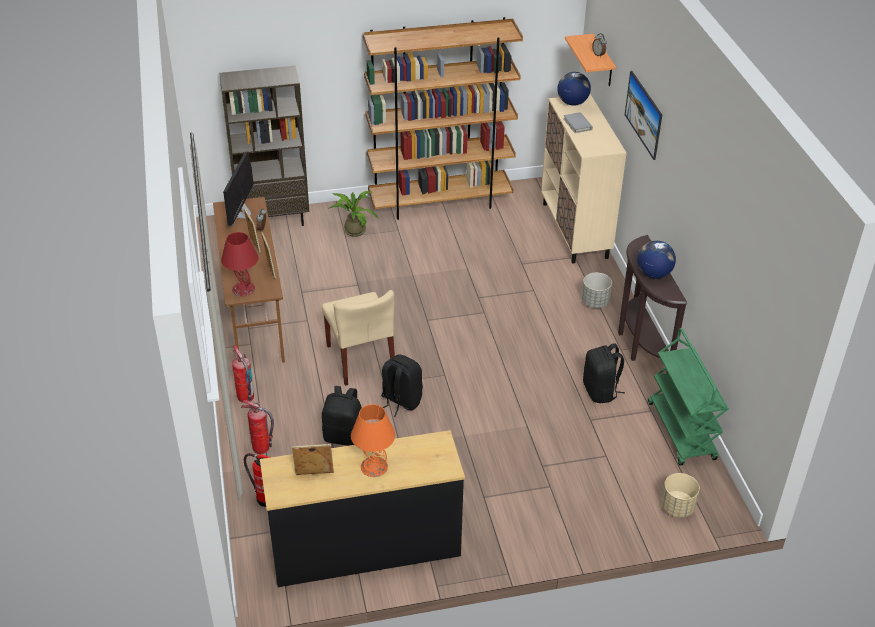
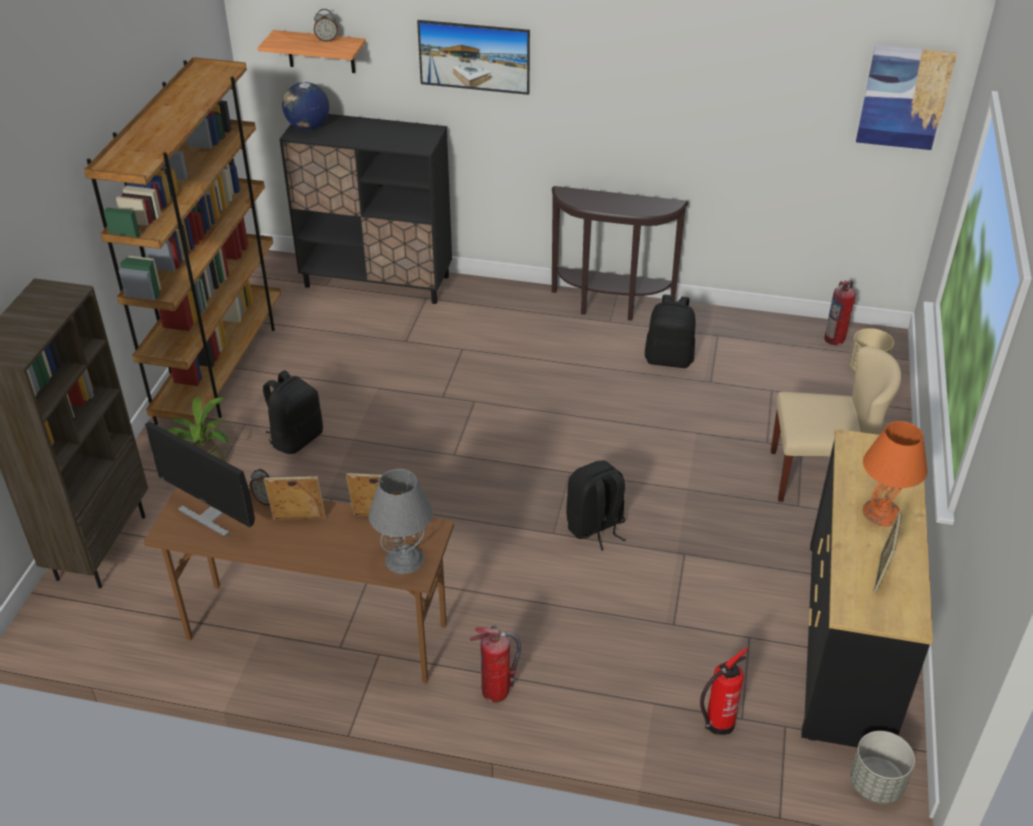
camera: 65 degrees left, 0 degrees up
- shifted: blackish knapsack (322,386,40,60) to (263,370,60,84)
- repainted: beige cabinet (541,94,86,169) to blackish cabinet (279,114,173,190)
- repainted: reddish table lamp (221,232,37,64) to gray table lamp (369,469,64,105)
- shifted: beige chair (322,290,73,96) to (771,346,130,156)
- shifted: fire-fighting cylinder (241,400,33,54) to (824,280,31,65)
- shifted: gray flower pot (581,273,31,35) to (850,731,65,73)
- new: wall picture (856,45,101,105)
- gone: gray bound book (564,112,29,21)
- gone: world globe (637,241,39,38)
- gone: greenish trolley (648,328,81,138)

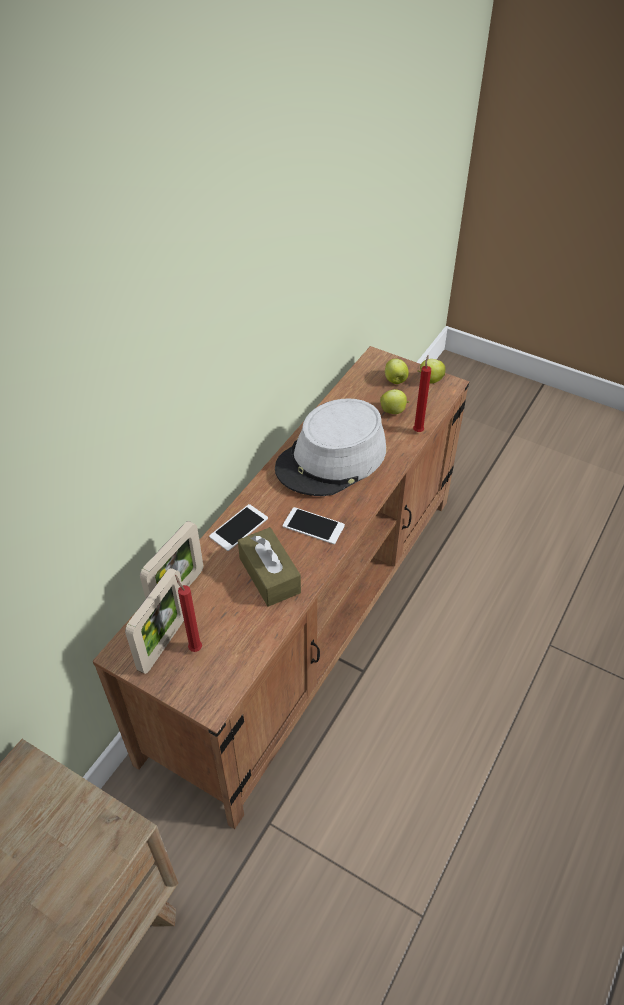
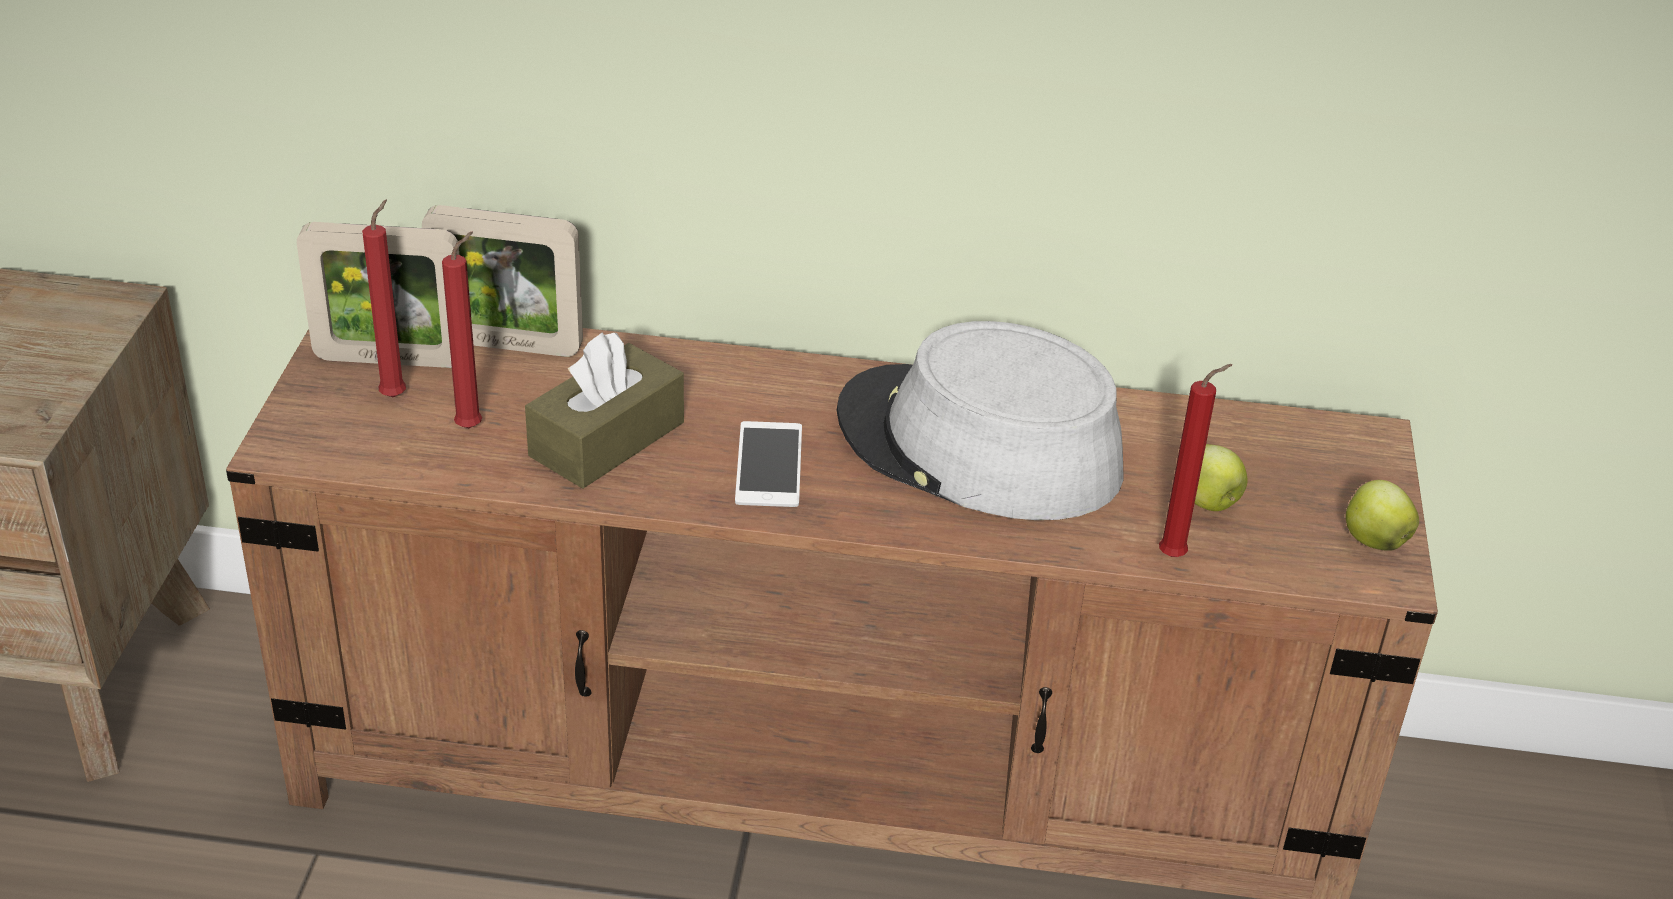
camera: 65 degrees right, 10 degrees down
- new: reddish candle (442,232,40,196)
- gone: handset (209,504,59,47)
- gone: apple (385,359,24,25)

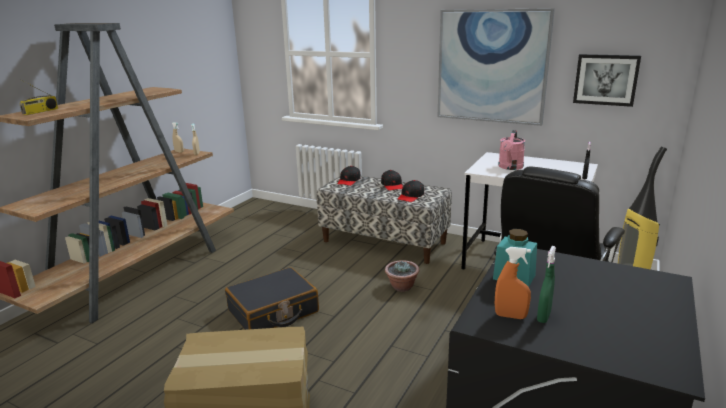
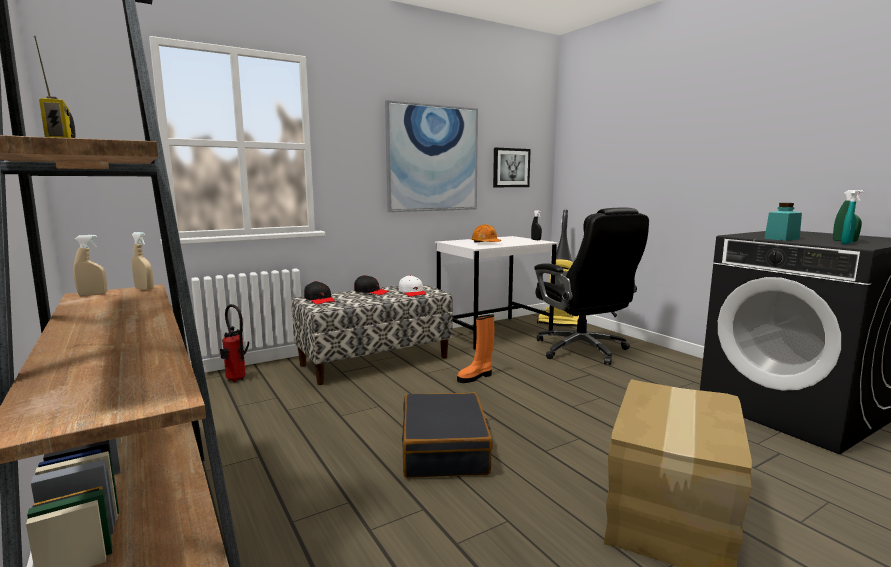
camera: 60 degrees left, 10 degrees down
- new: fire-fighting cylinder (220,304,29,78)
- repainted: blackish peaked cap (398,180,26,22) to whitish peaked cap (399,275,27,22)
- swapped: houseplant (385,260,34,32) to orange-coloured boot (457,314,37,69)
- swapped: pink-coloured sprinkling can (498,130,27,40) to orange-coloured work helmet (471,224,30,18)
- repainted: orange-coloured sprayer (495,247,36,72) to turquoise-coloured sprayer (841,190,17,54)

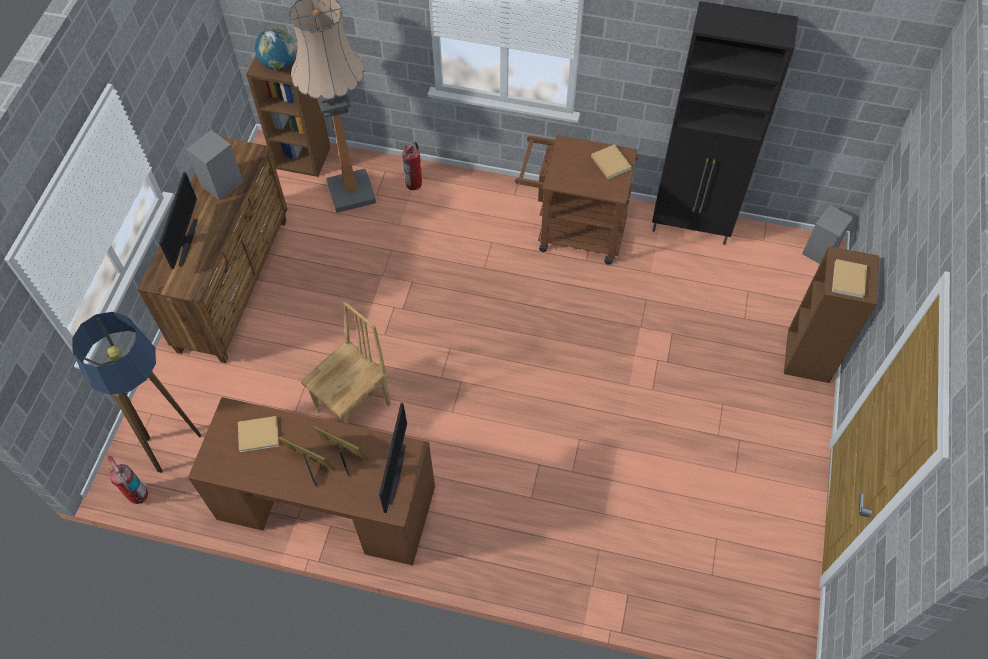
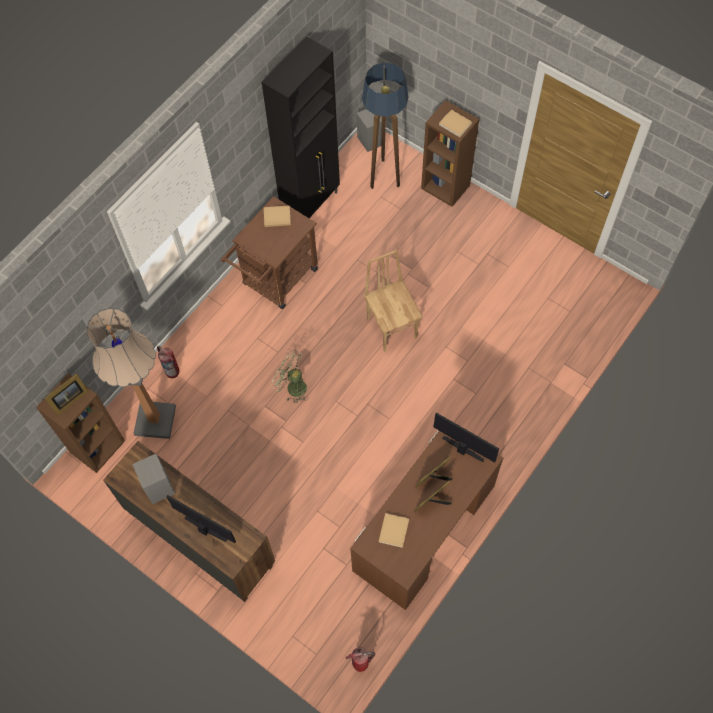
camera: 65 degrees left, 5 degrees up
- swapped: world globe (255,28,41,42) to picture frame (45,373,43,42)
- new: greenish cooling fan (271,350,37,53)
- shifted: standing lamp (73,312,129,161) to (362,63,47,126)
- shifted: brown chair (300,301,90,124) to (364,250,59,102)

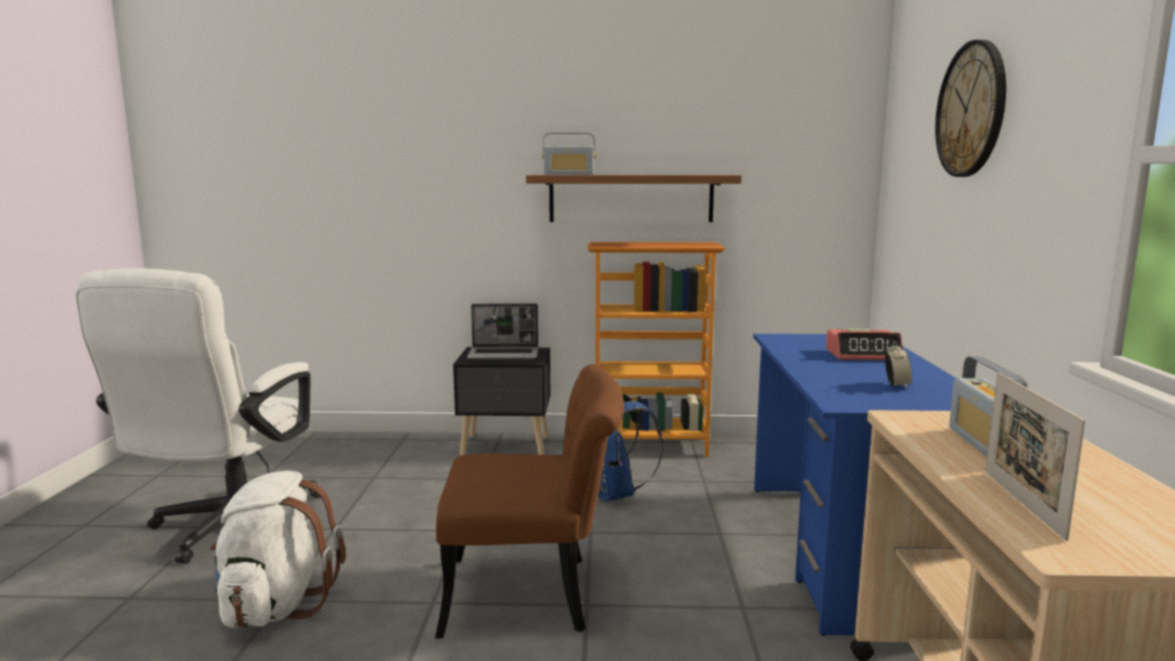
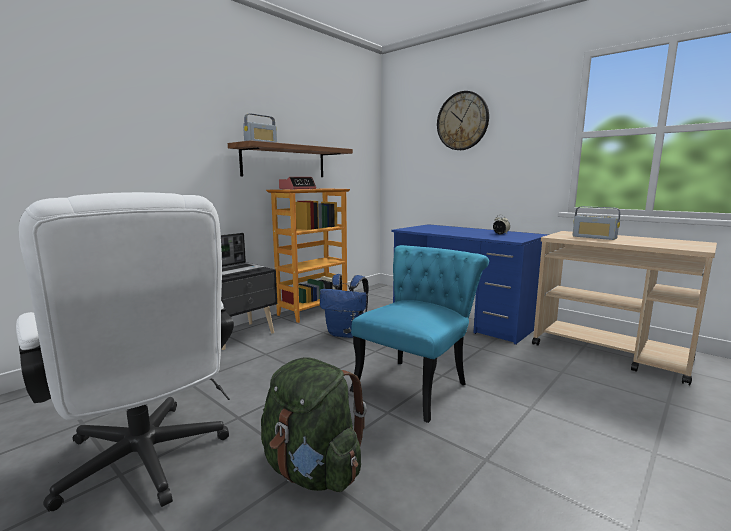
camera: 50 degrees left, 0 degrees up
- repainted: whitish knapsack (209,470,137,158) to greenish knapsack (261,357,106,135)
- shifted: table clock (826,329,77,31) to (279,177,37,13)
- repainted: brown chair (435,364,189,275) to turquoise-coloured chair (350,245,139,178)
- gone: picture frame (985,372,101,169)

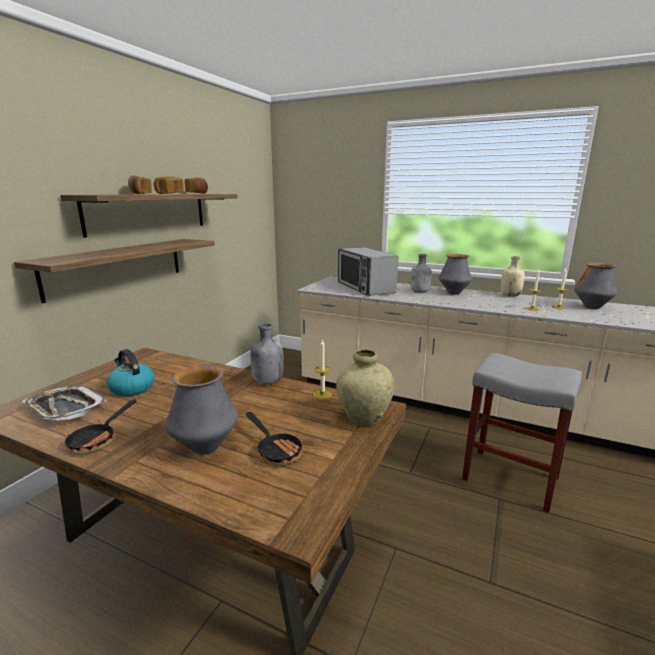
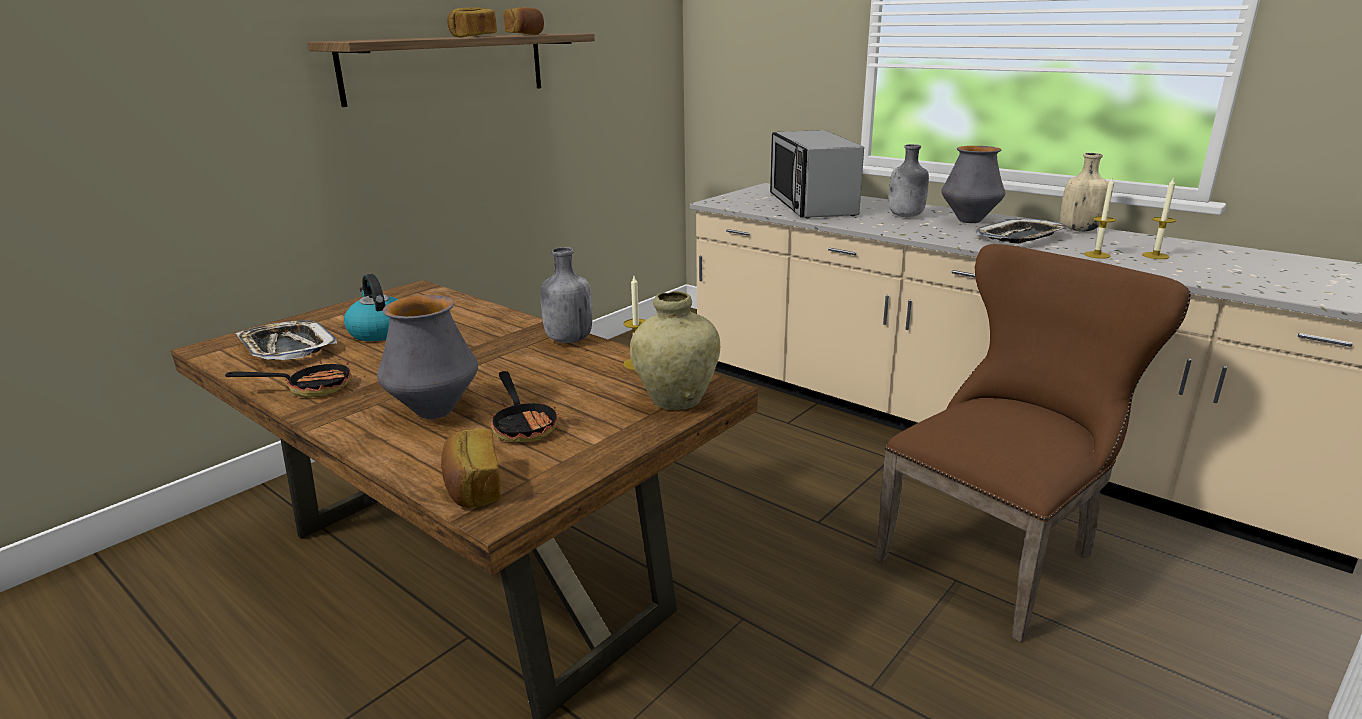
camera: 15 degrees right, 5 degrees up
- rotated: pan (64,399,73,56) = (225,359,127,39) 135 degrees counterclockwise
- shifted: bread (128,176,24,18) to (441,428,60,80)
- swapped: gray stool seat (462,353,120,160) to brown chair (874,244,317,398)
- new: tray (976,218,92,25)
- gone: shelf (14,239,201,64)
- gone: vase (574,263,44,46)

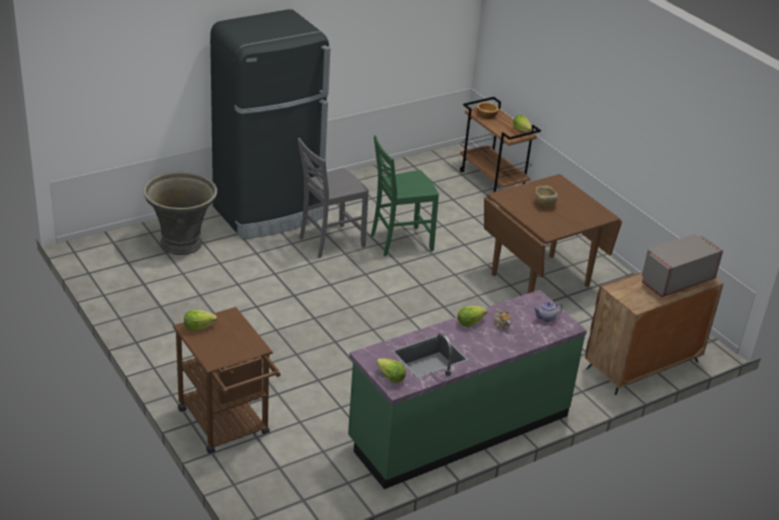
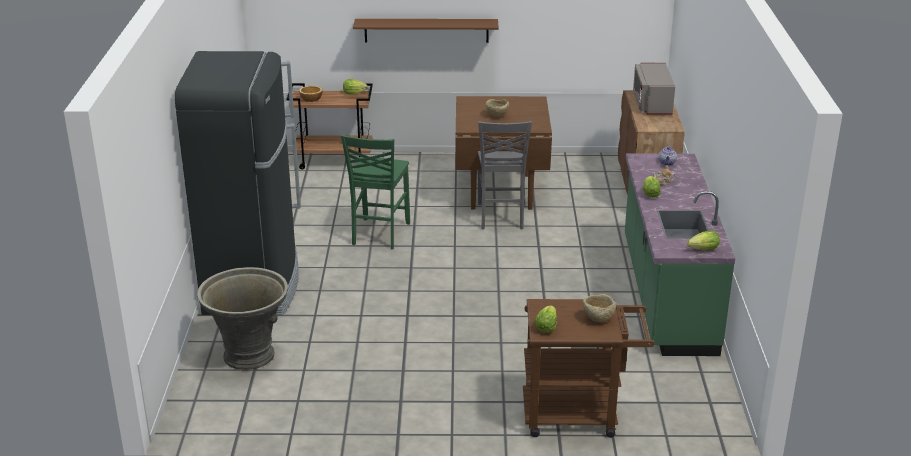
camera: 55 degrees left, 5 degrees down
- new: brown shelf (353,19,146,24)
- shifted: gray chair (298,138,71,120) to (478,121,54,109)
- new: beige deep dish (583,294,33,28)

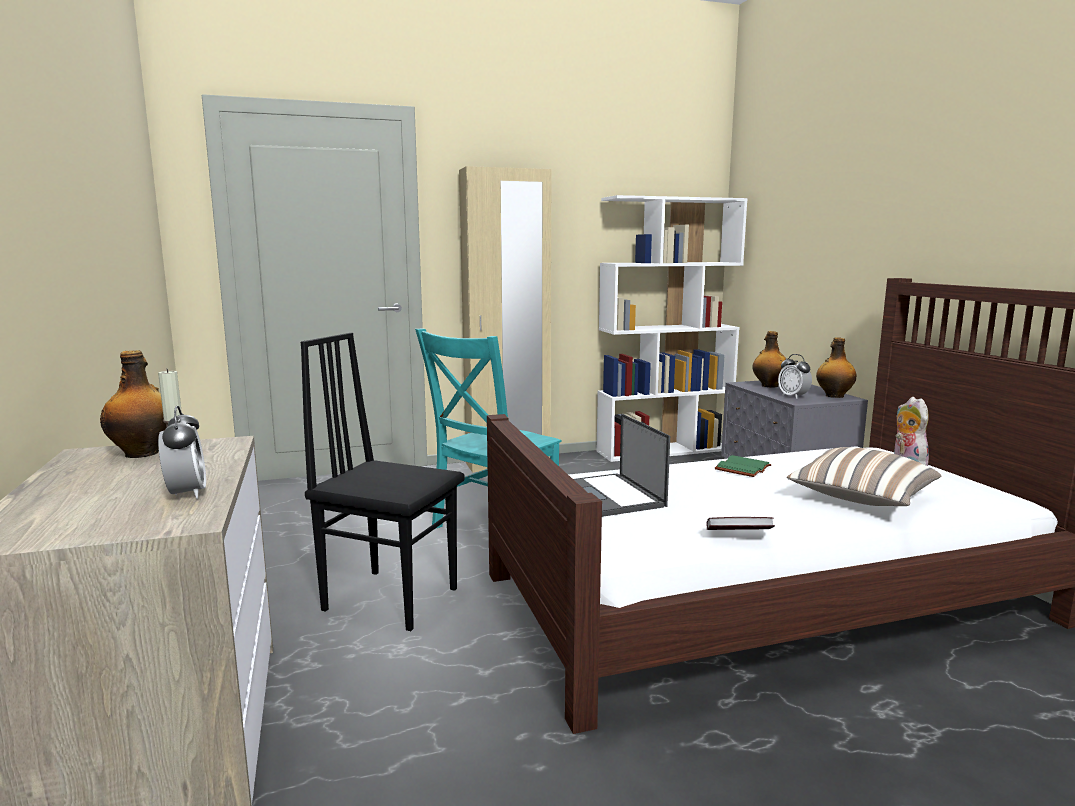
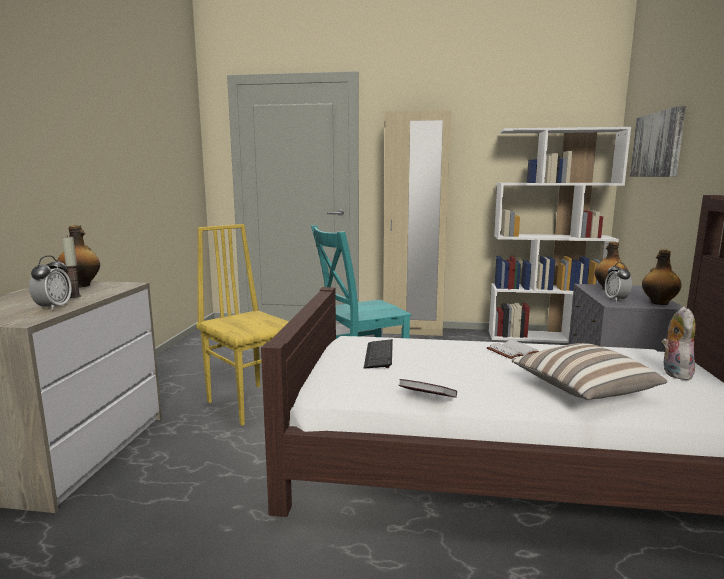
camera: 25 degrees right, 0 degrees up
- repainted: blackish chair (301,333,164,298) to yellowish chair (196,224,93,202)
- swapped: portable computer (573,414,97,103) to computer keyboard (364,339,29,30)
- repainted: greenish bound book (715,455,56,22) to whitish bound book (487,340,52,19)
- new: wall picture (630,106,56,71)

